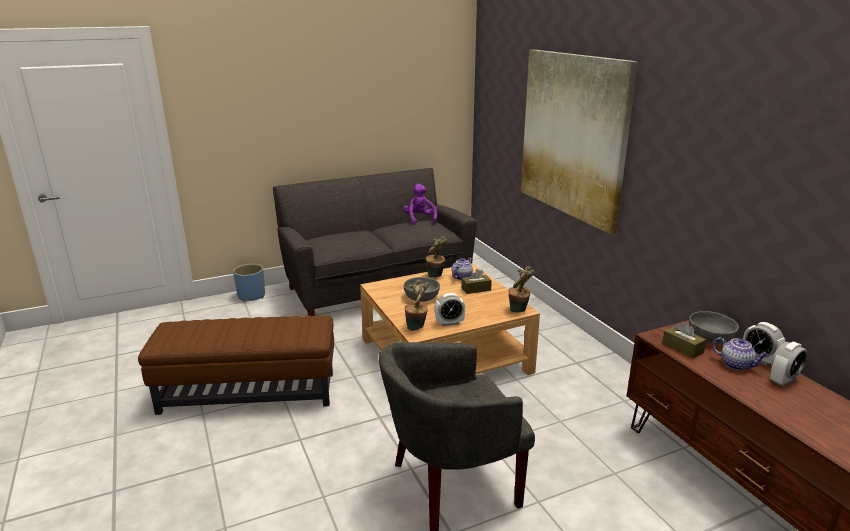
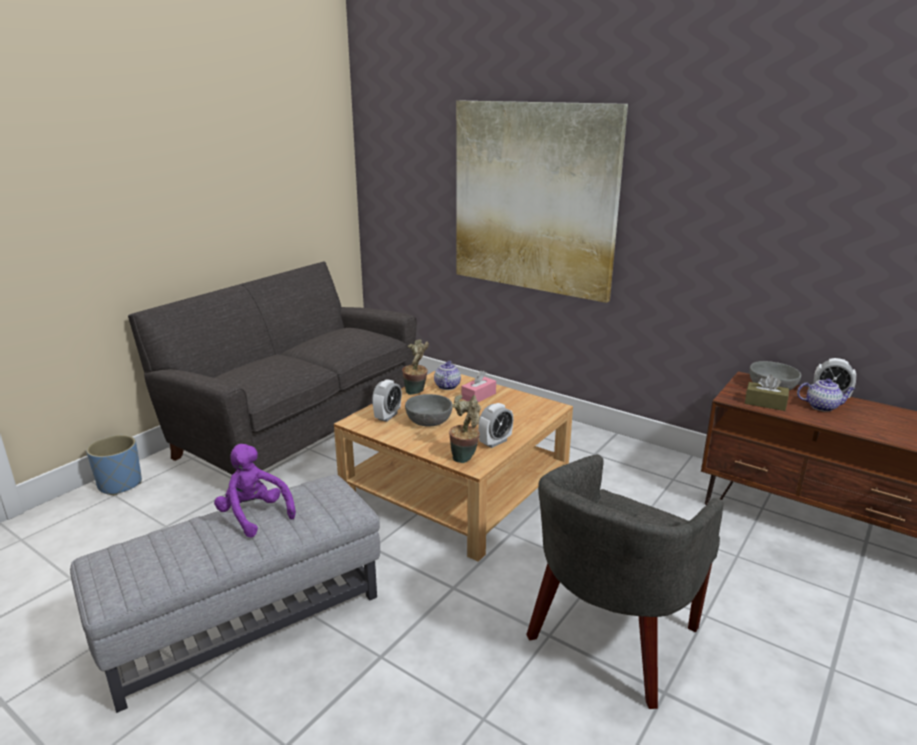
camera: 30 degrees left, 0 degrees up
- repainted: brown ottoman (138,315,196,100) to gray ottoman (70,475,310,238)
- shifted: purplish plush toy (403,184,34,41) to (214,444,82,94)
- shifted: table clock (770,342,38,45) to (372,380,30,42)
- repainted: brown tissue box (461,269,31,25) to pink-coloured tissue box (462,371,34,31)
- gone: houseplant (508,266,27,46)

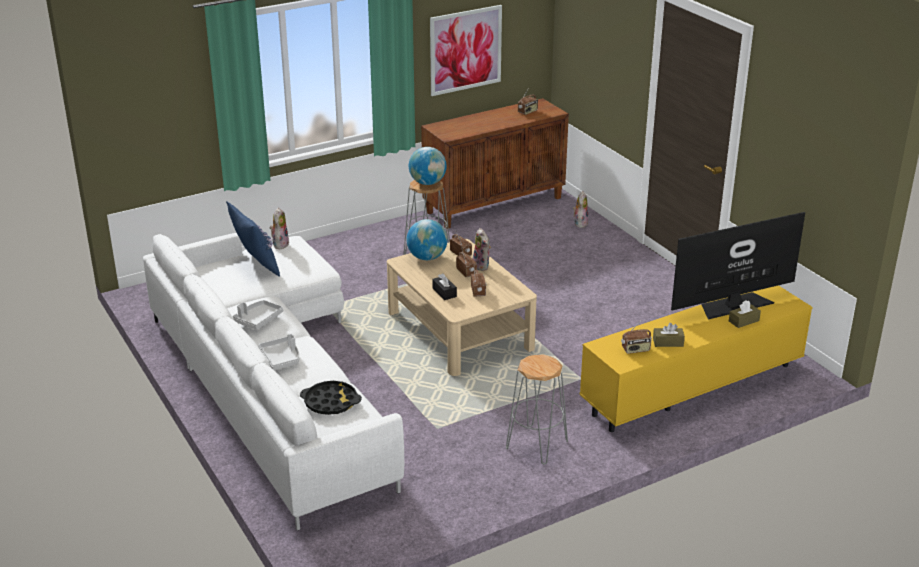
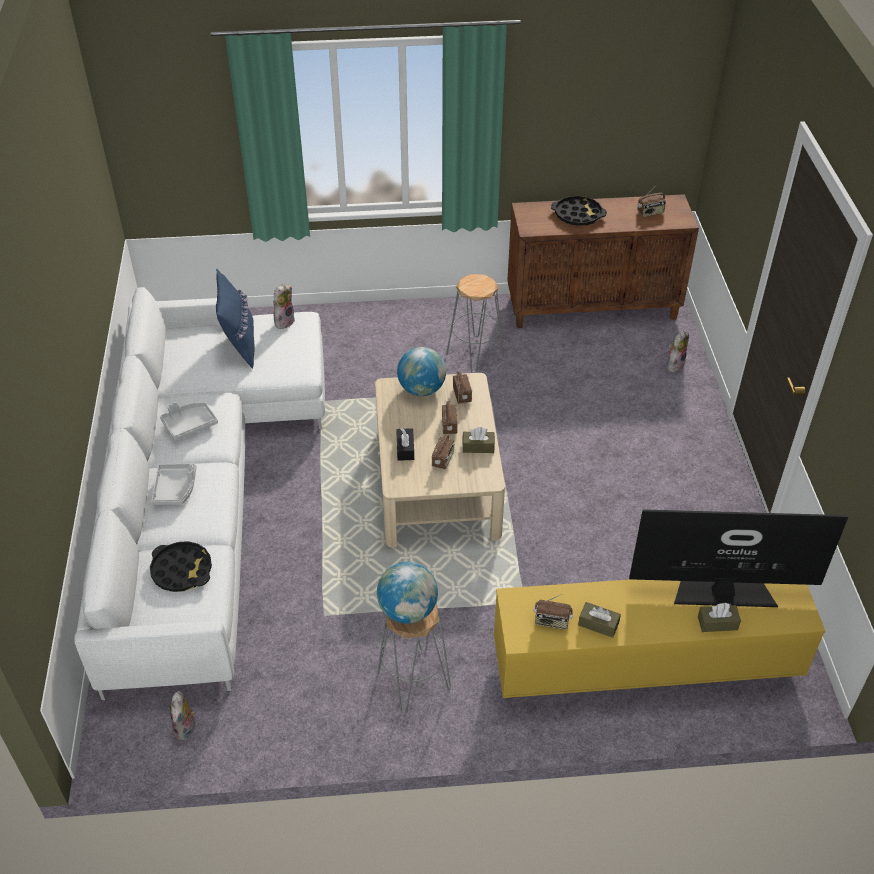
camera: 25 degrees right, 15 degrees up
- shifted: plush toy (472,228,19,43) to (170,691,26,49)
- shifted: world globe (409,147,38,38) to (377,562,61,62)
- new: brown tissue box (462,427,33,26)
- new: blackish tray (551,196,56,30)
- gone: wall picture (430,5,72,91)

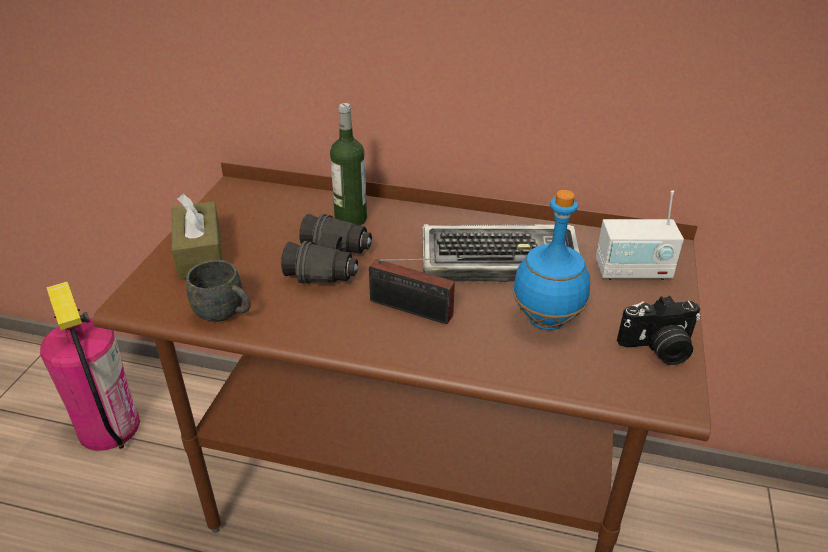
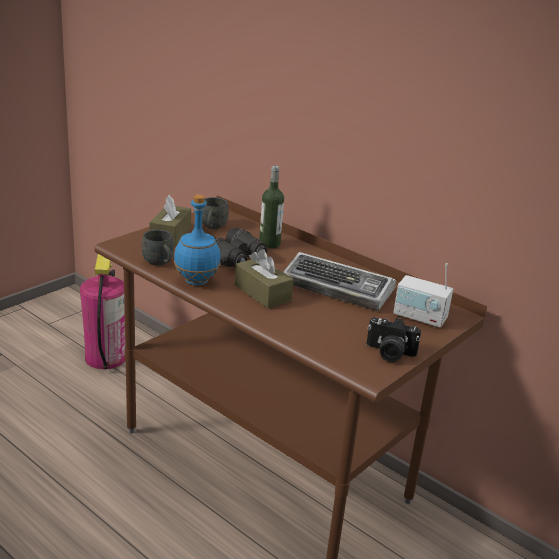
camera: 25 degrees right, 10 degrees down
- shifted: blue beverage bottle (513,190,77,140) to (174,195,47,90)
- new: gray tea mug (202,197,27,32)
- swapped: radio set (369,258,96,66) to brown tissue box (235,249,59,59)

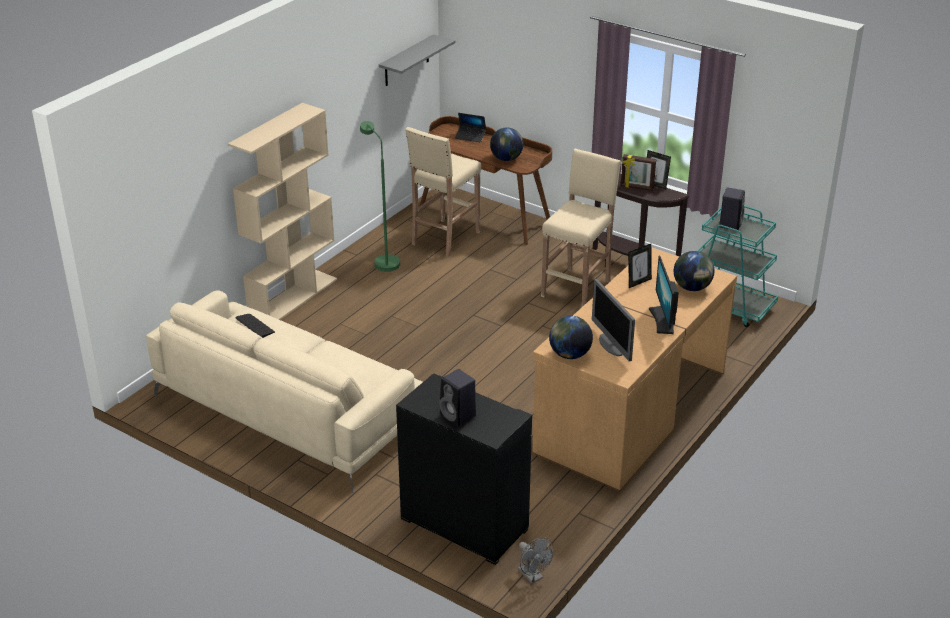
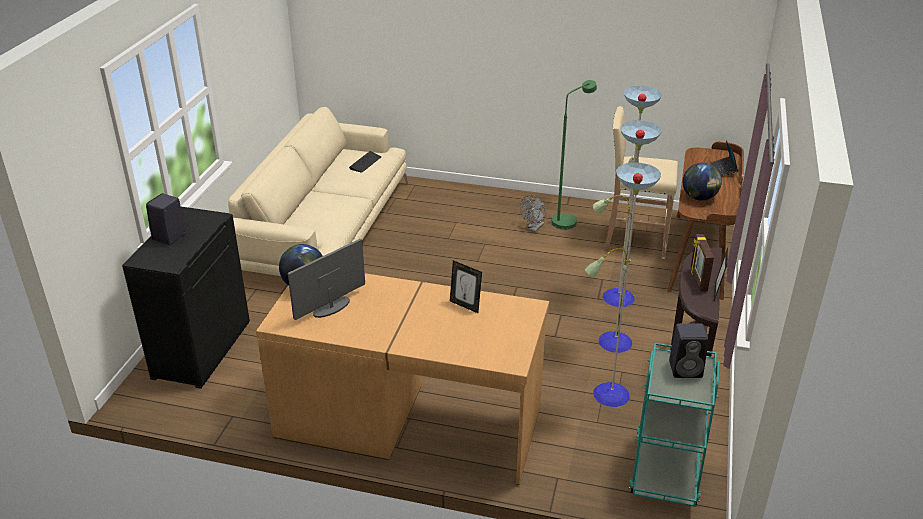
camera: 70 degrees right, 0 degrees up
- shifted: gray cooling fan (518,537,36,47) to (520,195,26,37)
- swapped: beige stool seat (541,149,80,158) to standing lamp (585,86,77,321)
- gone: beige shelving unit (228,103,109,217)
- gone: gray shelf (379,34,76,52)
- gone: computer screen (649,256,29,78)
- gone: world globe (674,251,40,40)

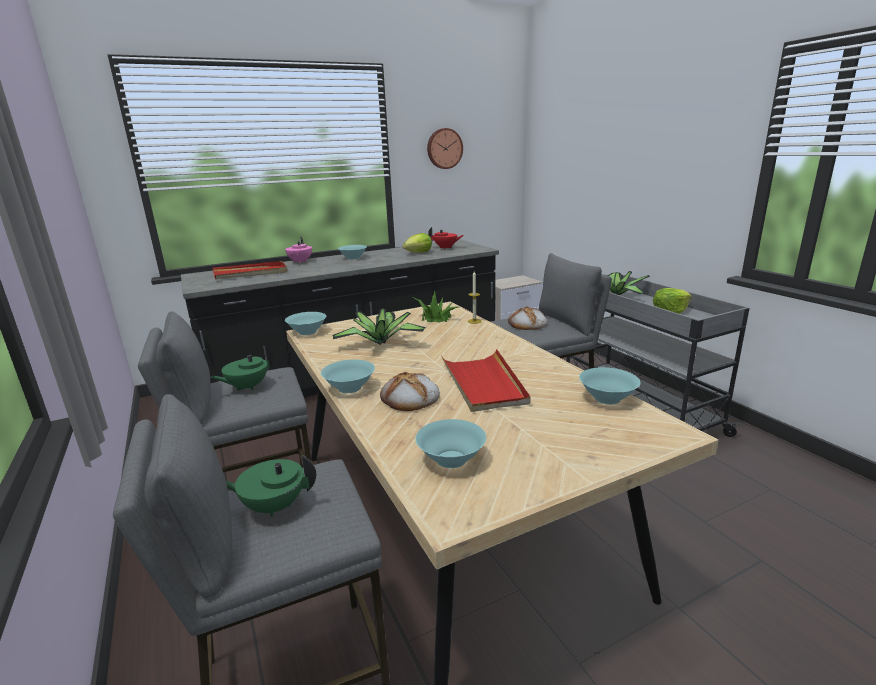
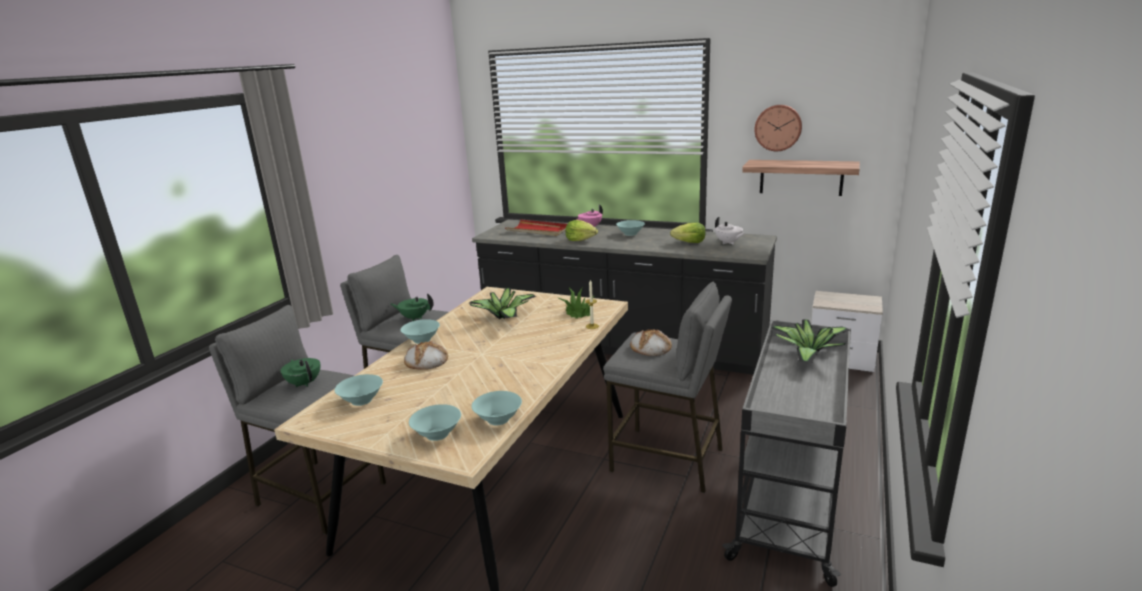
camera: 50 degrees right, 0 degrees up
- shifted: turquoise-coloured deep dish (285,312,41,23) to (409,404,52,37)
- shifted: lettuce head (653,288,39,26) to (566,220,32,21)
- repainted: reddish tea pot (428,227,36,22) to whitish tea pot (715,217,30,28)
- new: shelf (742,160,118,36)
- gone: reddish tray (441,349,90,63)

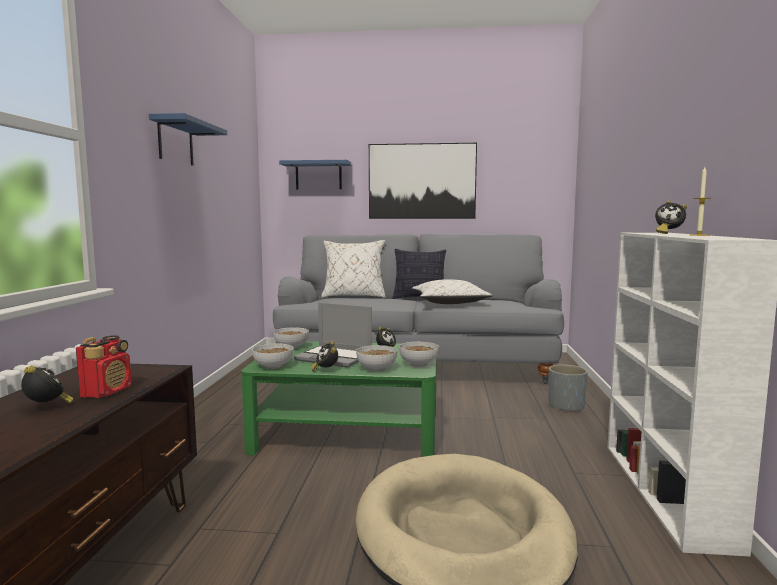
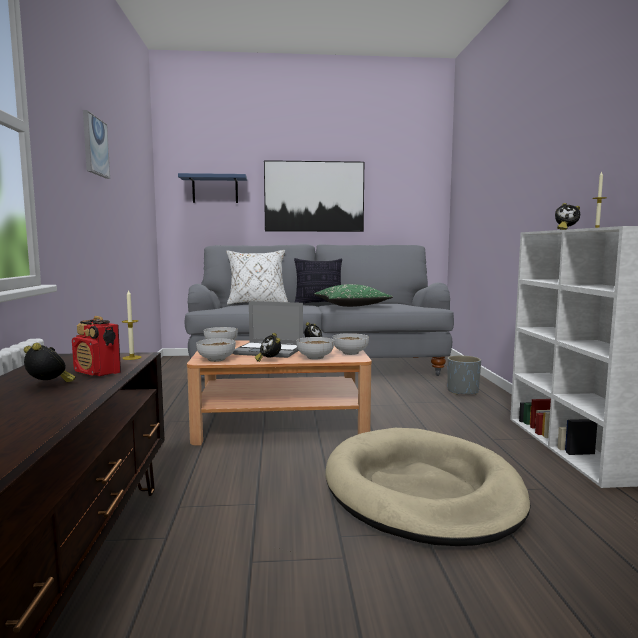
camera: 10 degrees left, 0 degrees up
- rotated: radio set (76,336,56,62) = (72,316,49,60) 120 degrees clockwise
- swapped: blue shelf (149,113,78,53) to wall picture (83,110,27,69)
- new: candle (122,289,20,71)
- repainted: greenish coffee table (241,341,196,116) to brown coffee table (187,340,185,105)
- repainted: whitish cushion (412,279,81,25) to greenish cushion (314,284,79,23)

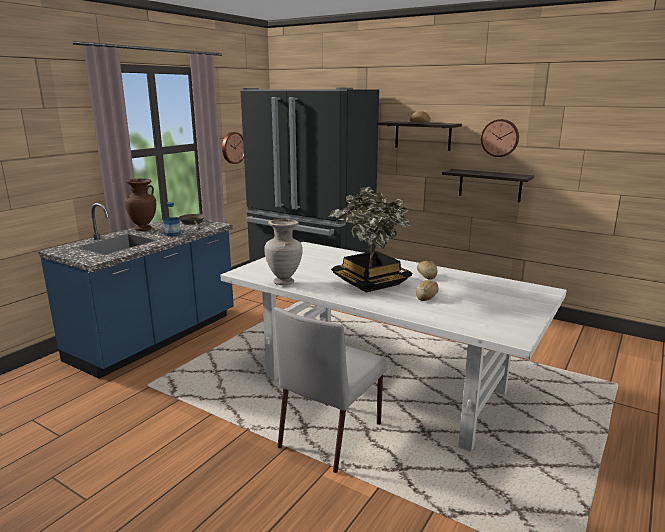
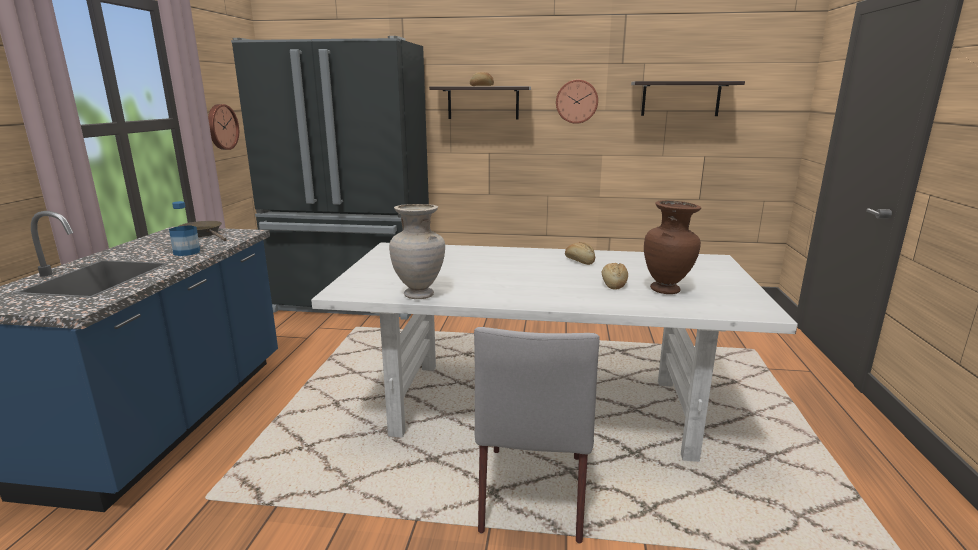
camera: 25 degrees left, 0 degrees up
- shifted: shelf (442,169,92,33) to (631,81,114,35)
- shifted: brown vase (125,178,31,53) to (644,200,57,94)
- gone: houseplant (329,187,83,106)

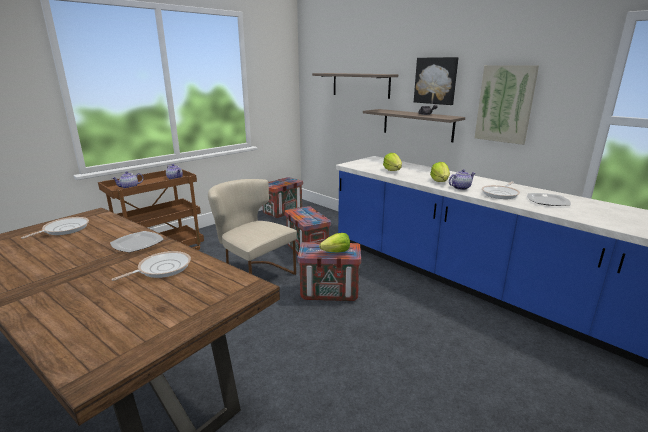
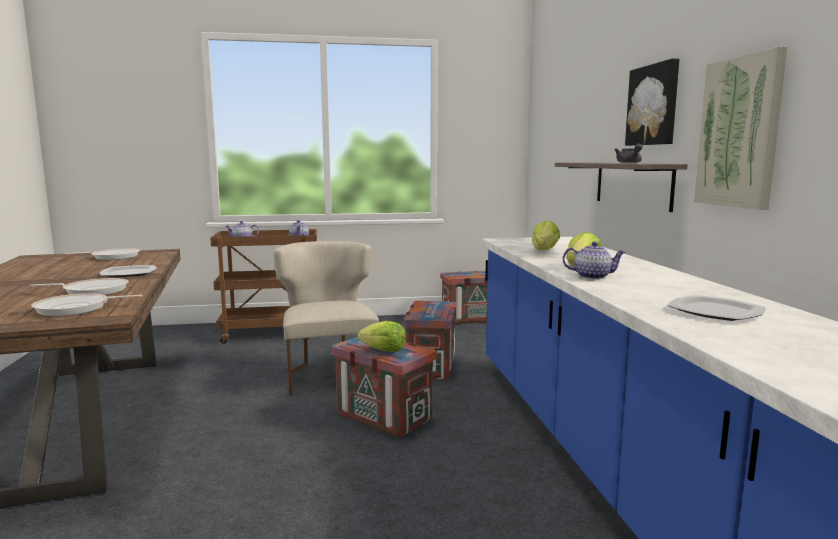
camera: 35 degrees right, 10 degrees down
- shifted: pan (482,182,38,17) to (31,293,112,23)
- gone: shelf (312,73,86,26)

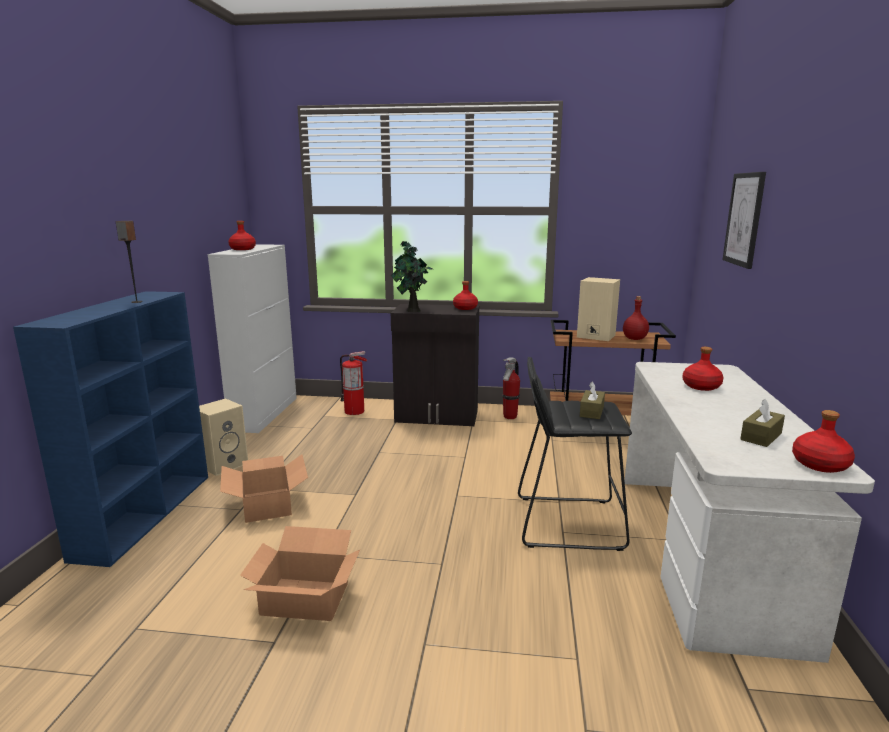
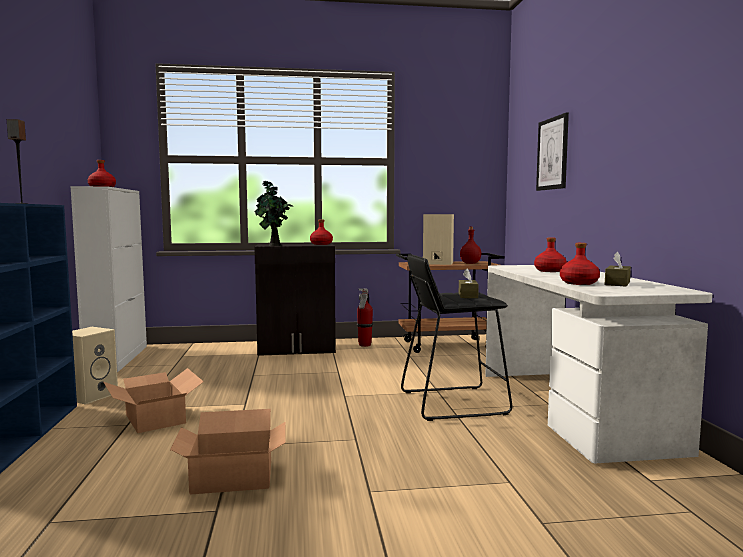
camera: 15 degrees left, 10 degrees down
- shifted: reddish beverage bottle (792,410,63,63) to (560,243,40,42)
- gone: fire-fighting cylinder (340,351,27,64)

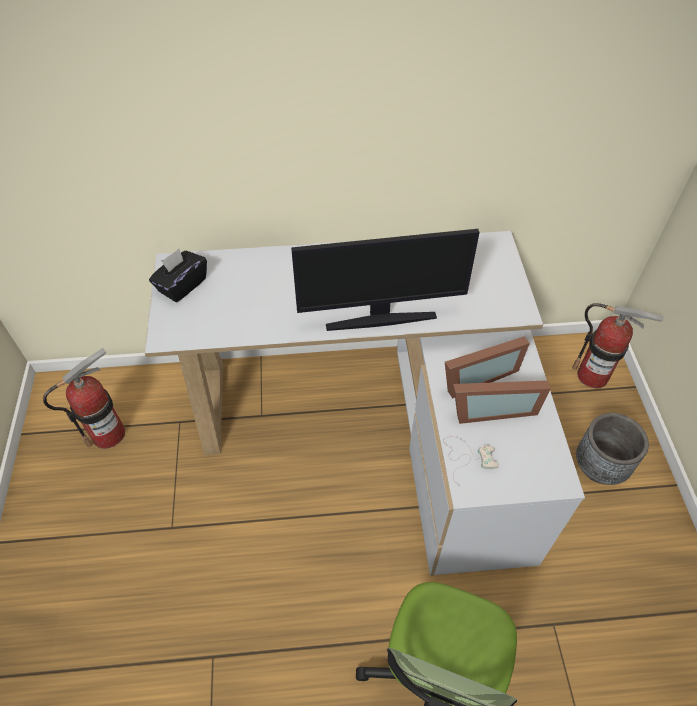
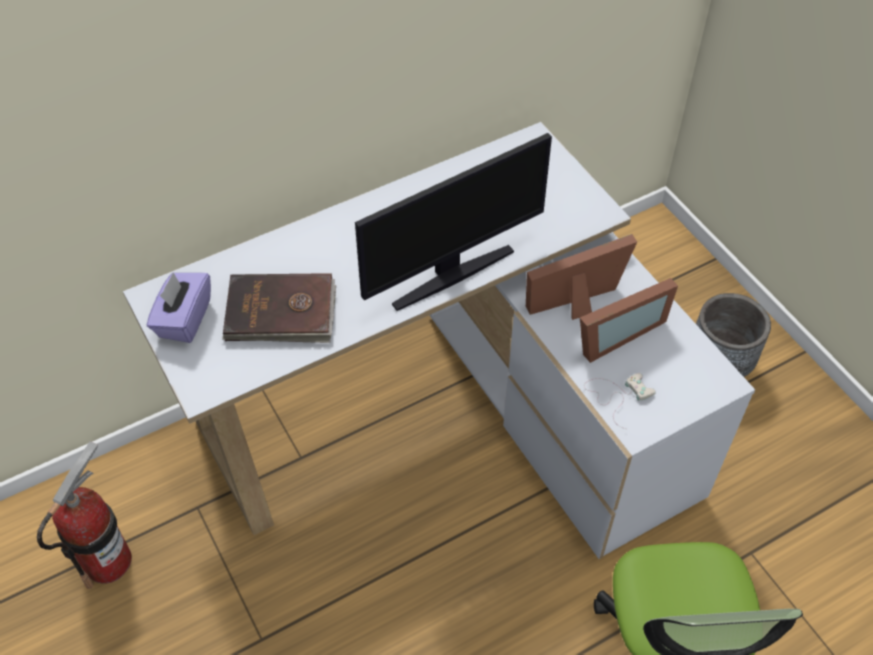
camera: 25 degrees left, 0 degrees up
- repainted: blackish tissue box (149,249,58,53) to purplish tissue box (147,273,64,70)
- new: brown bound book (222,273,114,70)
- rotated: picture frame (445,337,85,61) = (526,234,111,86) 150 degrees counterclockwise
- gone: fire-fighting cylinder (572,303,92,86)

